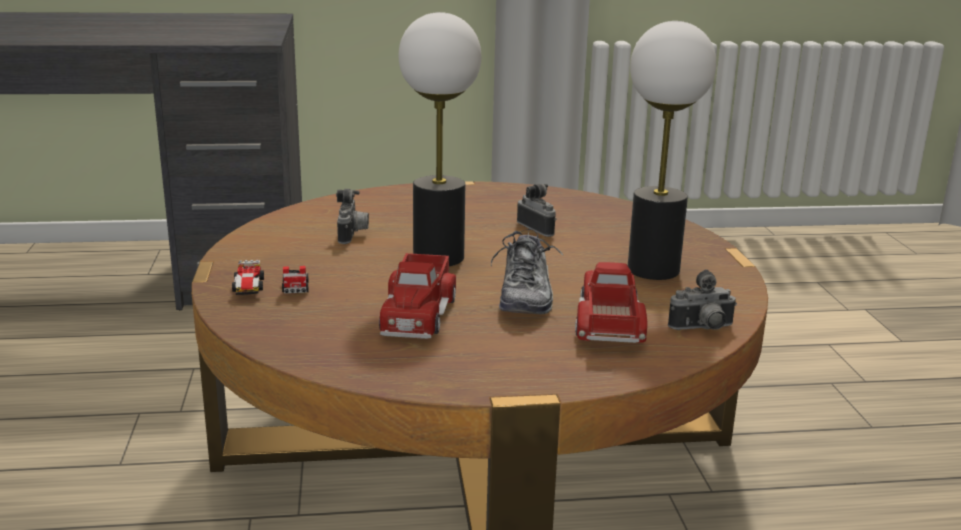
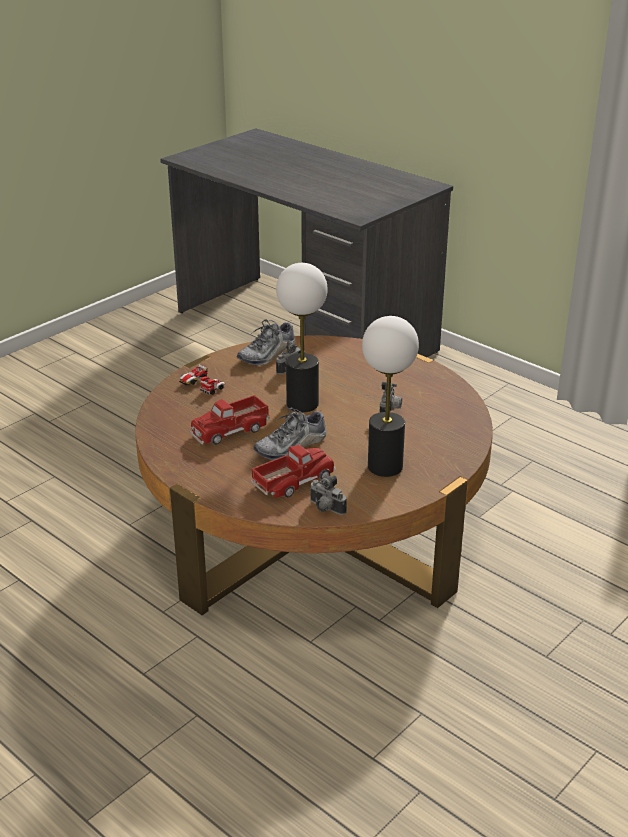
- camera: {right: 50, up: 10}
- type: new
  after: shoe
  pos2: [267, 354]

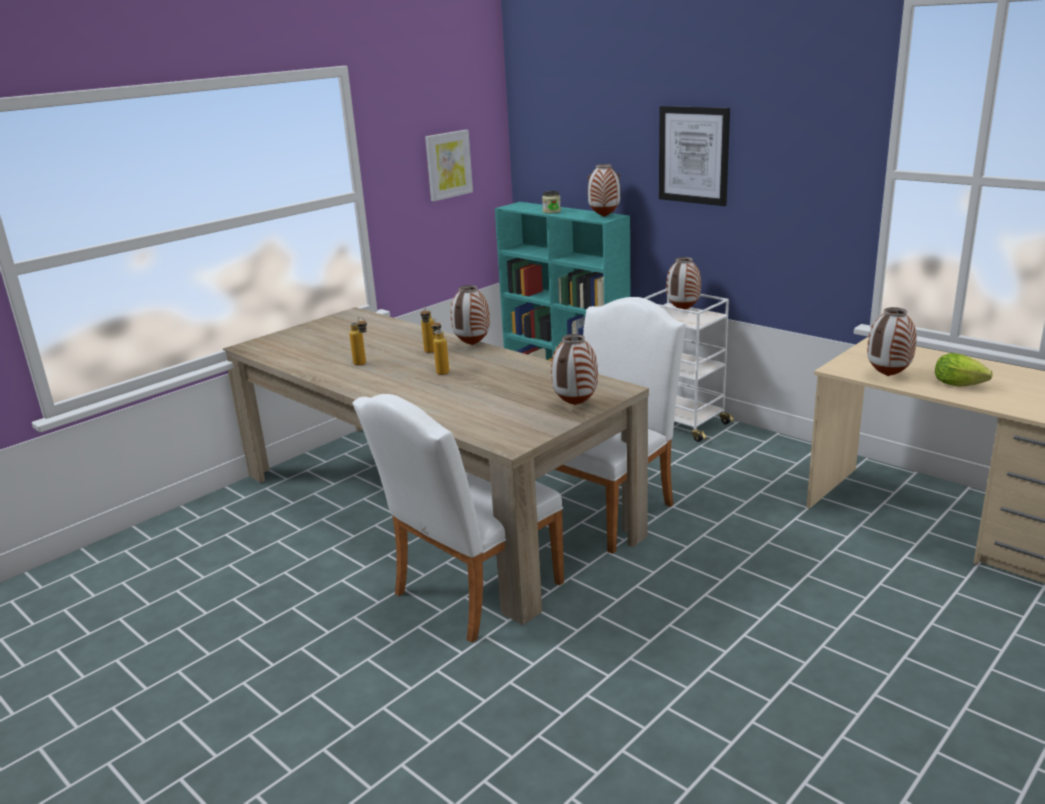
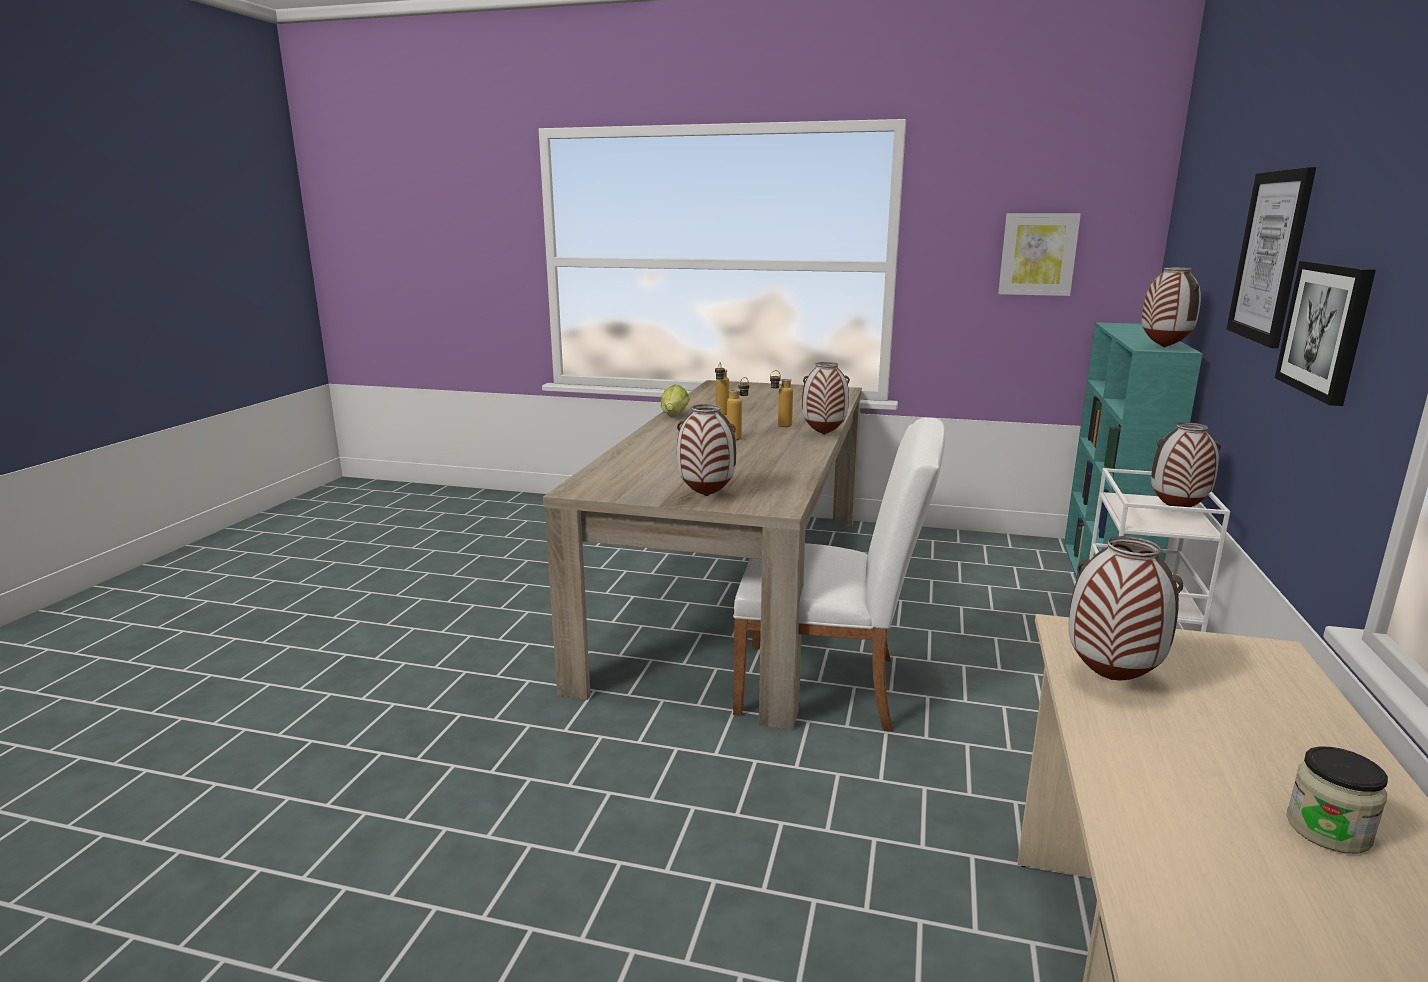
- camera: {right: 60, up: -5}
- type: gone
  before: chair/white
  pos1: [470, 593]
- type: shifted
  before: jar
  pos1: [551, 211]
  pos2: [1328, 829]
- type: shifted
  before: lettuce
  pos1: [961, 385]
  pos2: [673, 416]
- type: new
  after: picture
  pos2: [1326, 329]

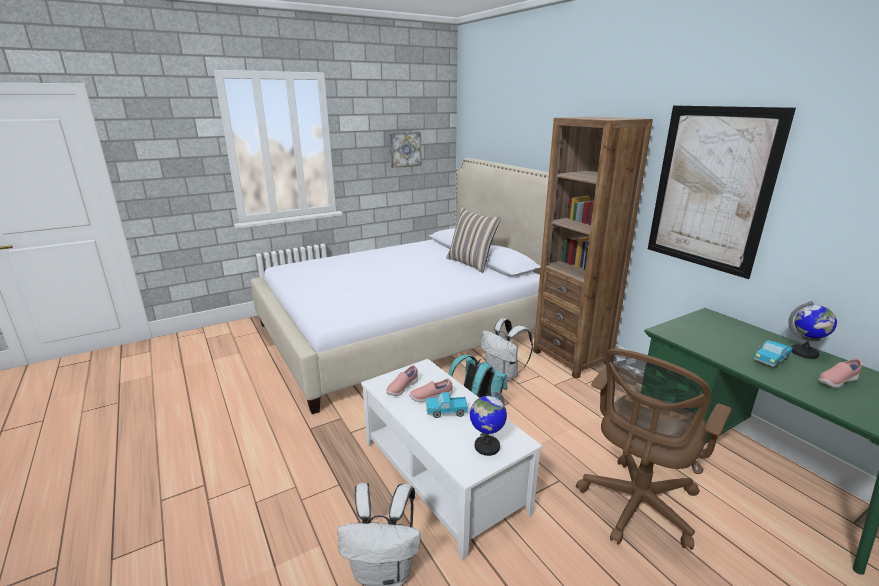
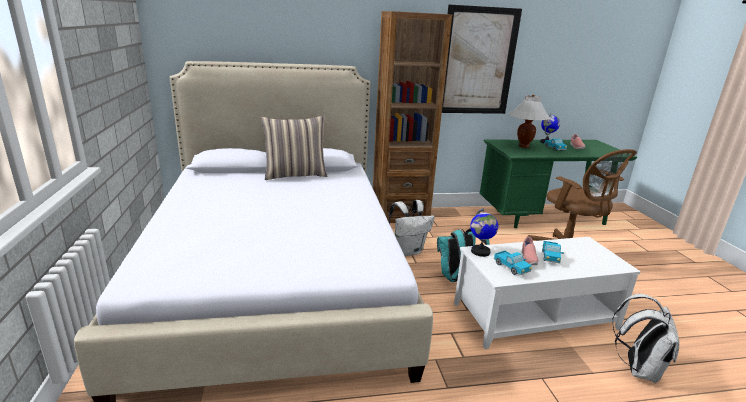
- camera: {right: -70, up: 0}
- type: swapped
  before: shoe/pink
  after: toy truck
  pos1: [402, 388]
  pos2: [511, 268]
- type: gone
  before: picture
  pos1: [405, 149]
- type: shifted
  before: globe
  pos1: [486, 446]
  pos2: [480, 252]
- type: new
  after: table lamp/white
  pos2: [524, 146]

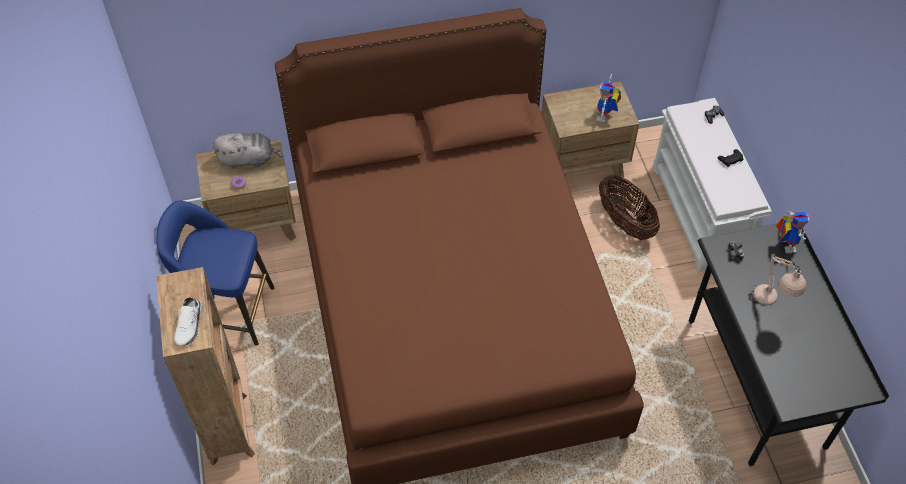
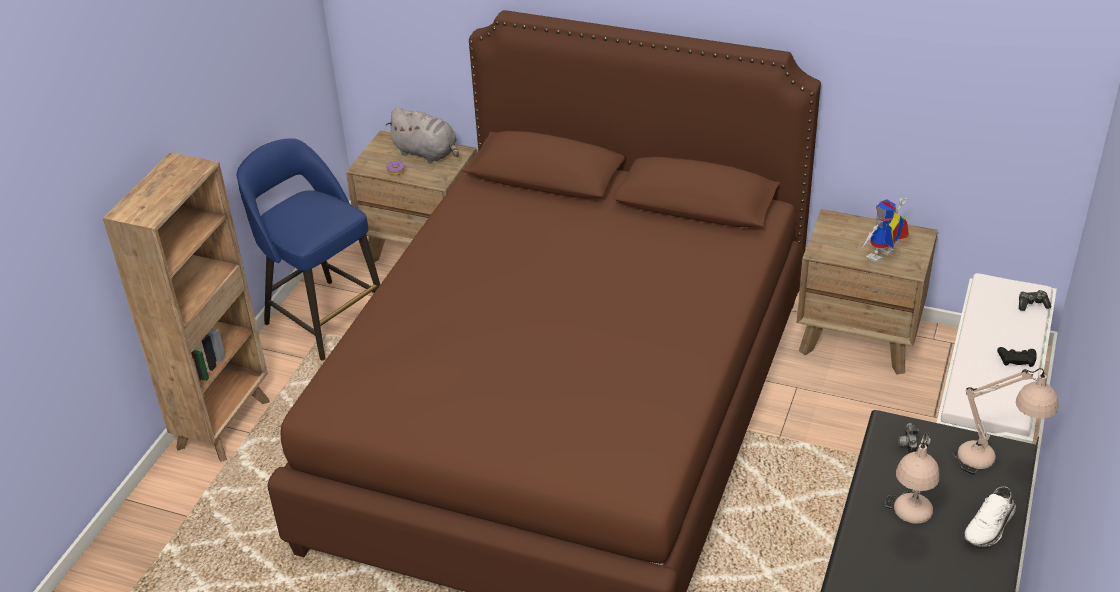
- camera: {right: 35, up: -15}
- type: shifted
  before: shoe/white
  pos1: [190, 325]
  pos2: [990, 526]
- type: gone
  before: basket
  pos1: [625, 222]
- type: swapped
  before: toy robot
  after: table lamp/beige
  pos1: [784, 243]
  pos2: [996, 463]

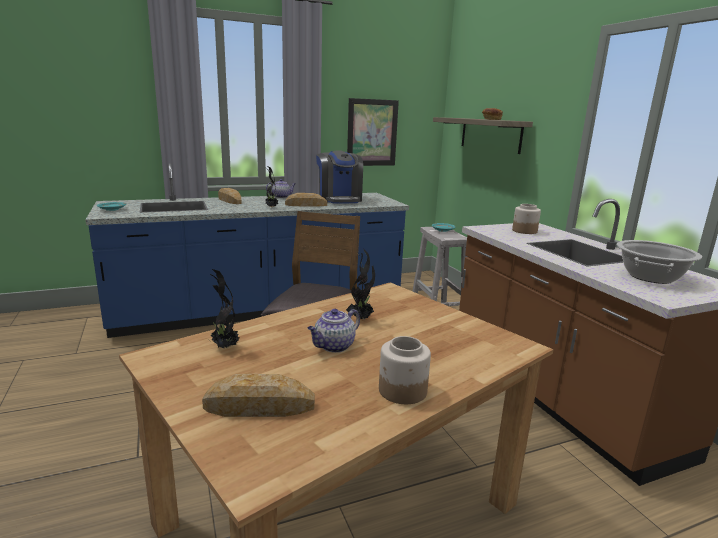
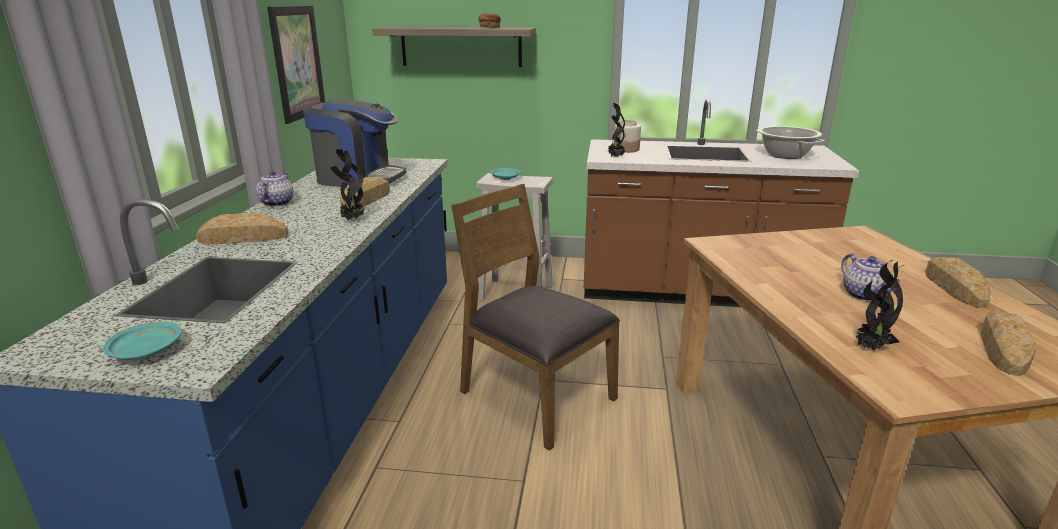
- camera: {right: -60, up: 5}
- type: shifted
  before: potted plant
  pos1: [361, 318]
  pos2: [615, 157]
- type: swapped
  before: jar
  after: bread
  pos1: [402, 391]
  pos2: [954, 288]

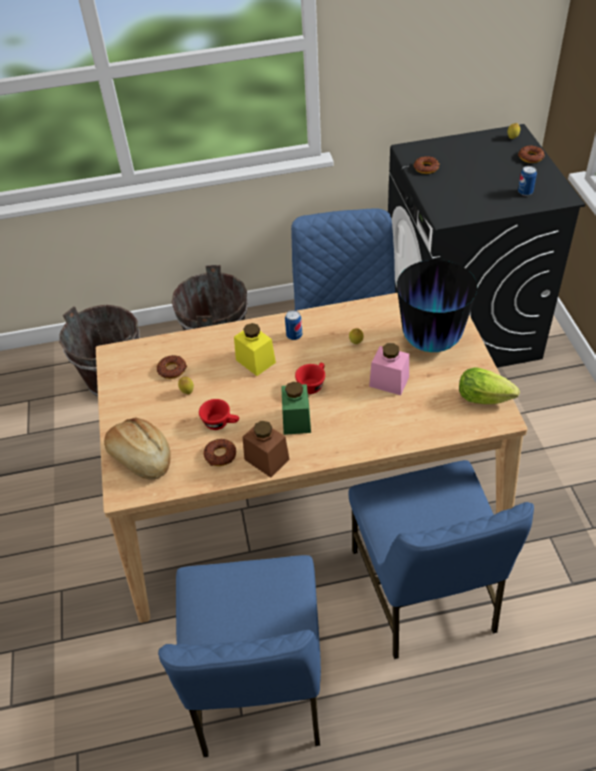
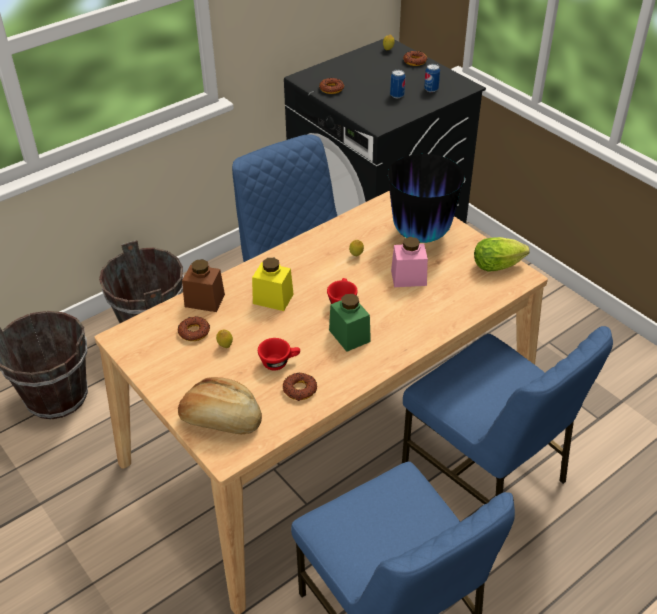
- camera: {right: -30, up: -5}
- type: shifted
  before: jar/brown
  pos1: [266, 459]
  pos2: [204, 300]
- type: shifted
  before: can
  pos1: [294, 336]
  pos2: [397, 95]

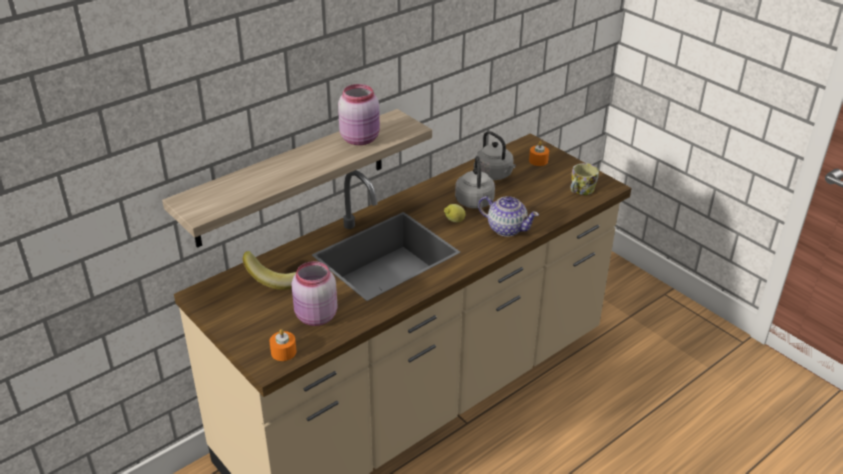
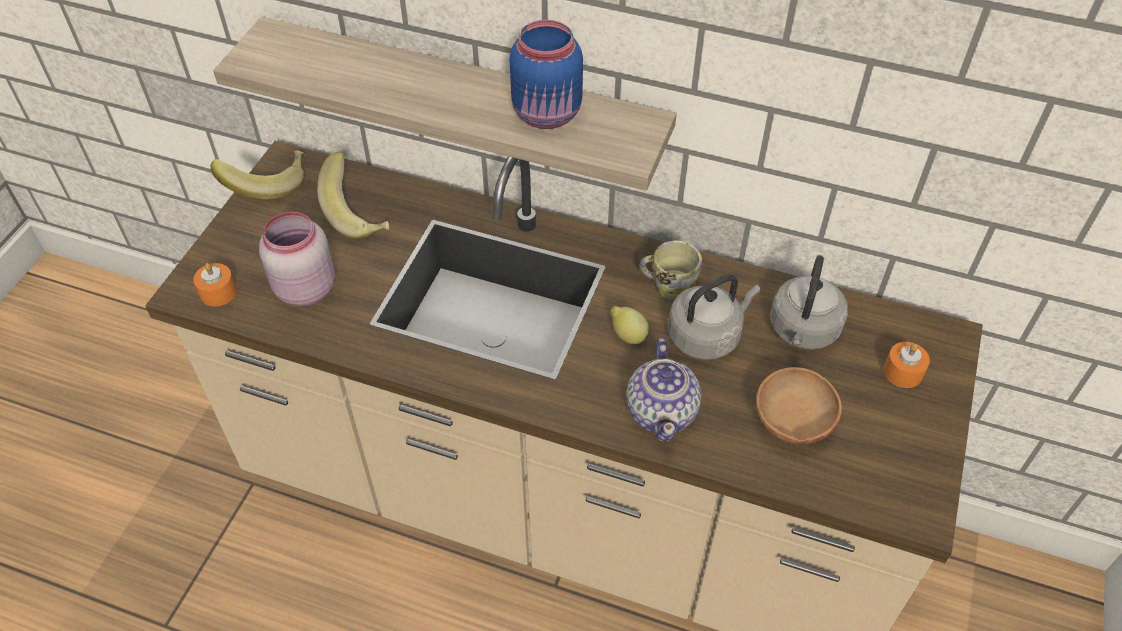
- camera: {right: 60, up: 15}
- type: repainted
  before: jar/pink
  after: jar/blue
  pos1: [361, 139]
  pos2: [548, 114]
- type: shifted
  before: mug
  pos1: [580, 190]
  pos2: [667, 284]
- type: new
  after: banana
  pos2: [267, 184]
- type: new
  after: bowl/brown
  pos2: [791, 422]

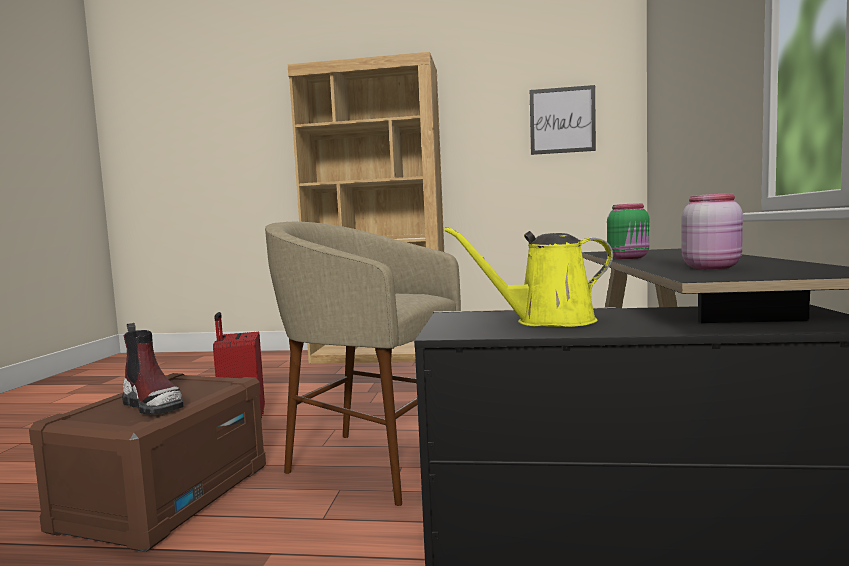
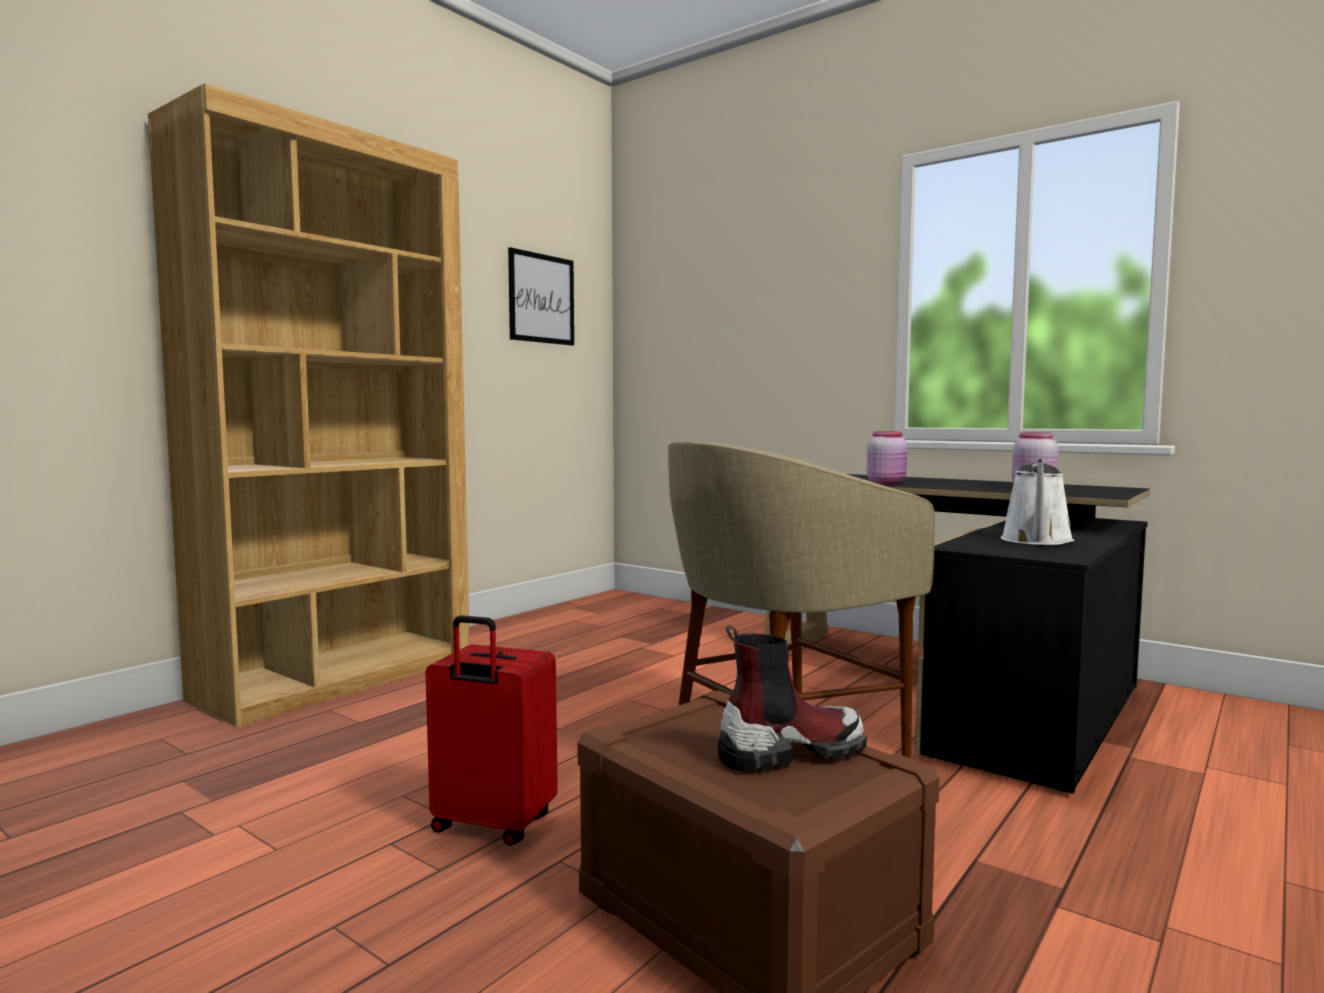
- camera: {right: -60, up: 0}
- type: repainted
  before: watering can/yellow
  after: watering can/white
  pos1: [547, 322]
  pos2: [1036, 541]
- type: repainted
  before: jar/green
  after: jar/pink
  pos1: [629, 258]
  pos2: [887, 483]

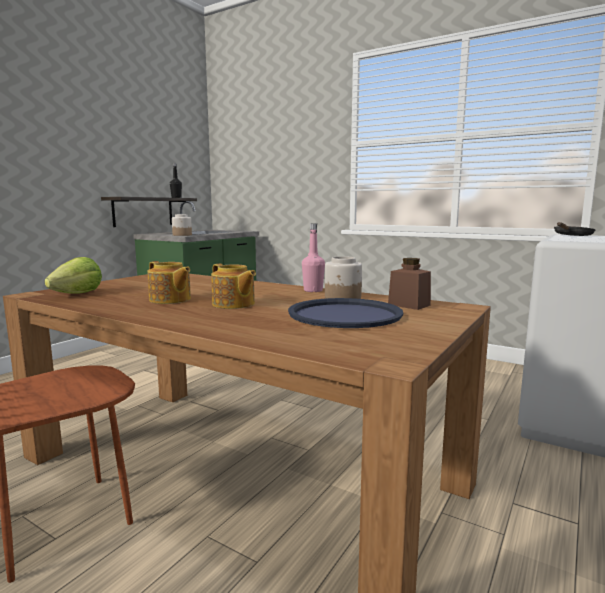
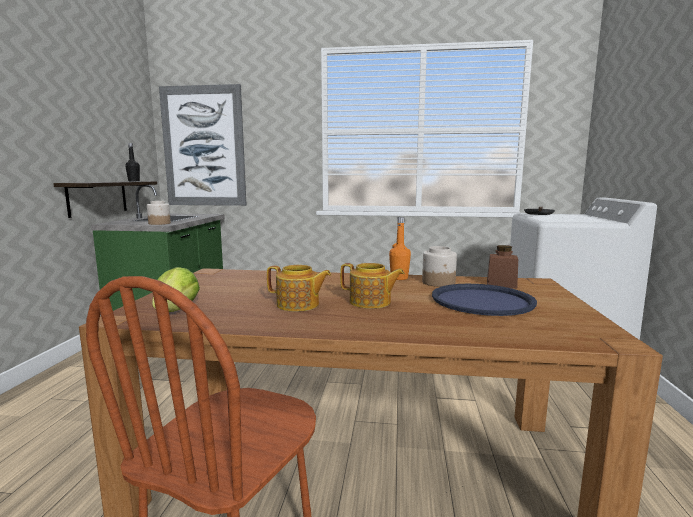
- camera: {right: -25, up: 0}
- type: repainted
  before: bottle/pink
  after: bottle/orange
  pos1: [313, 290]
  pos2: [399, 278]
- type: new
  after: picture
  pos2: [203, 147]

